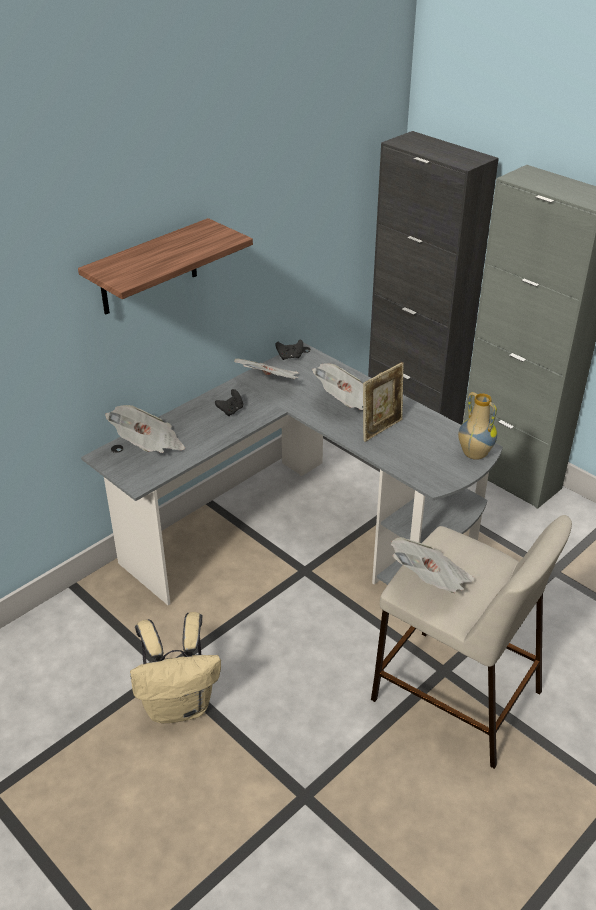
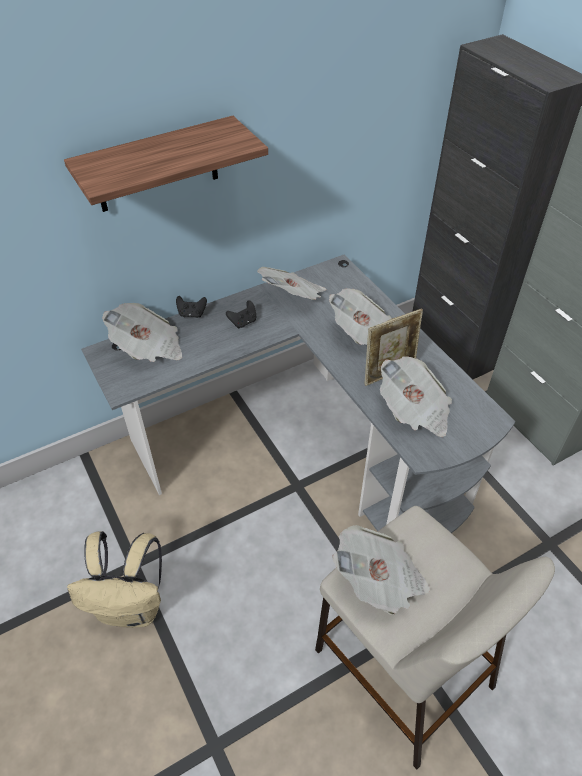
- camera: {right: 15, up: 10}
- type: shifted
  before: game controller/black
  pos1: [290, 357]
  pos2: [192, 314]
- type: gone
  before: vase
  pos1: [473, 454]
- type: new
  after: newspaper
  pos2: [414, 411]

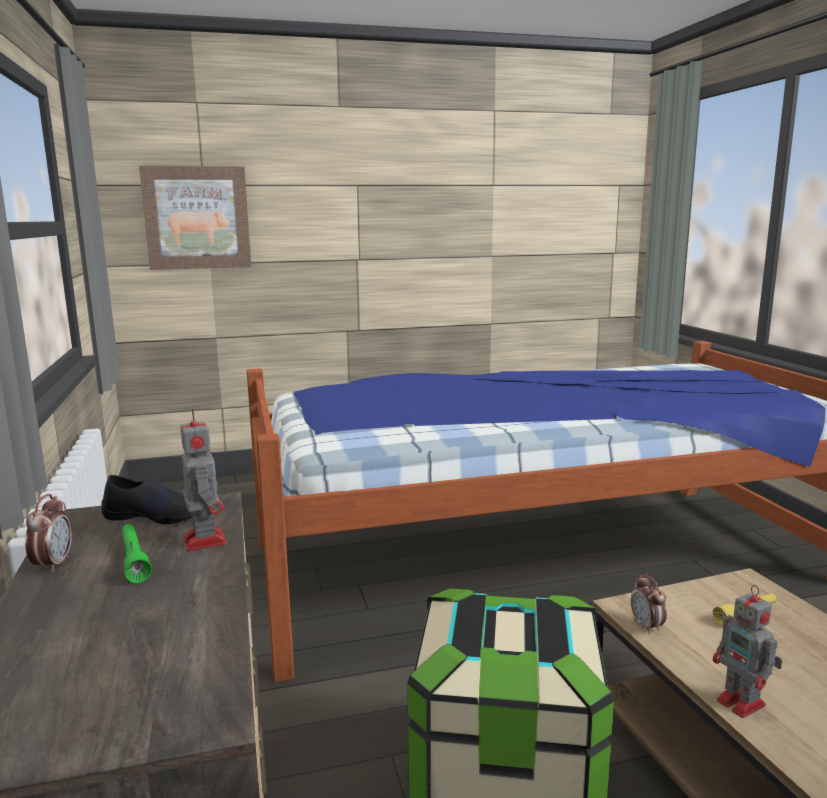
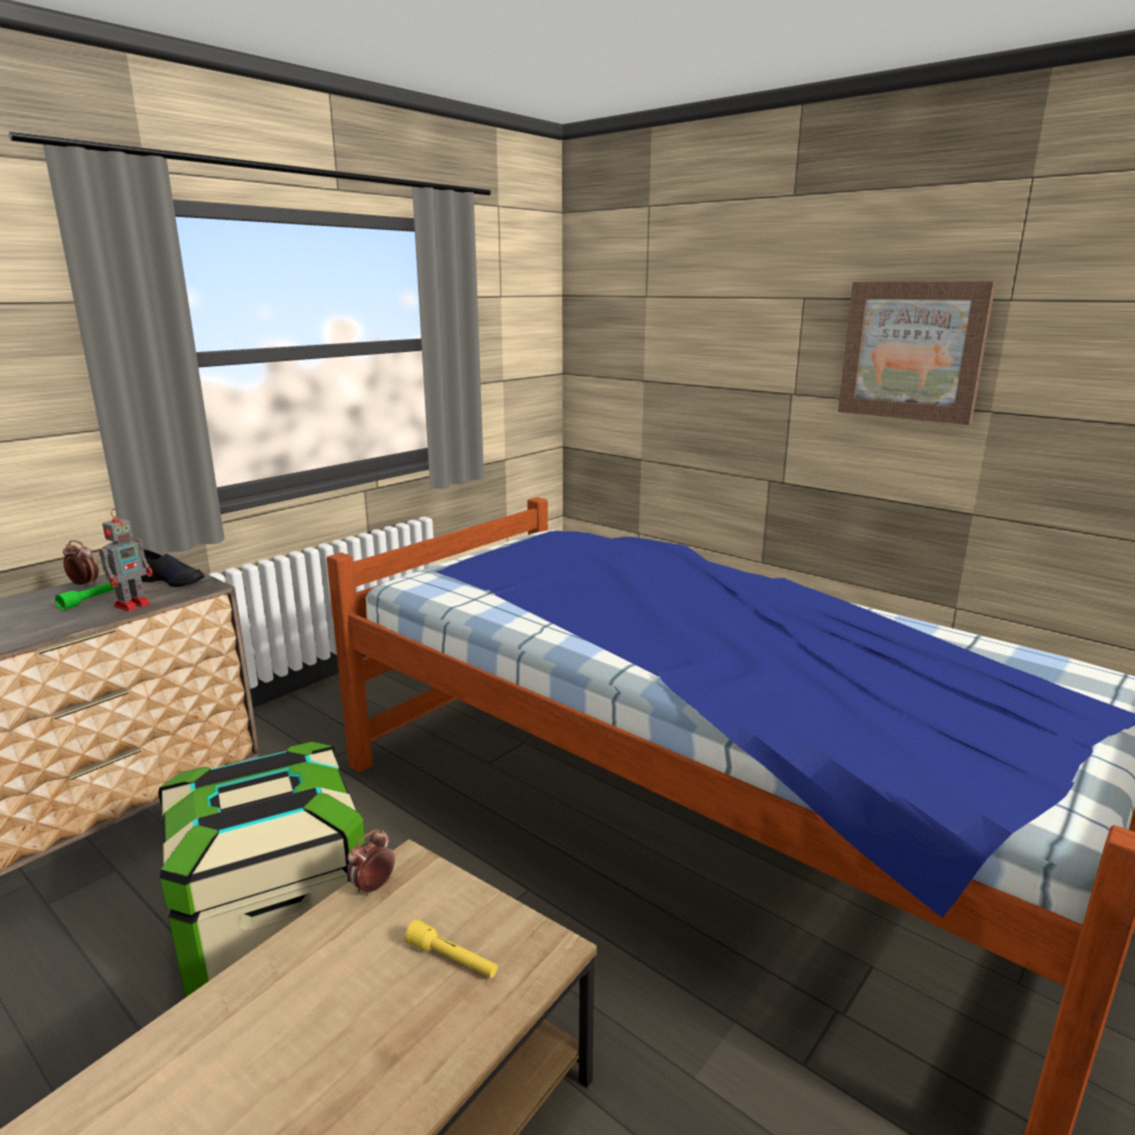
- camera: {right: 55, up: 5}
- type: rotated
  before: alarm clock
  pos1: [53, 565]
  pos2: [84, 585]
  turn: -120
- type: rotated
  before: shoe/black
  pos1: [155, 515]
  pos2: [172, 581]
  turn: -45
- type: shifted
  before: picture
  pos1: [197, 218]
  pos2: [912, 351]
- type: gone
  before: toy robot
  pos1: [743, 704]

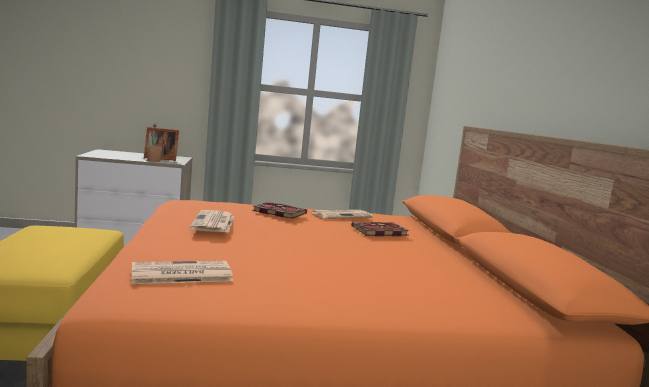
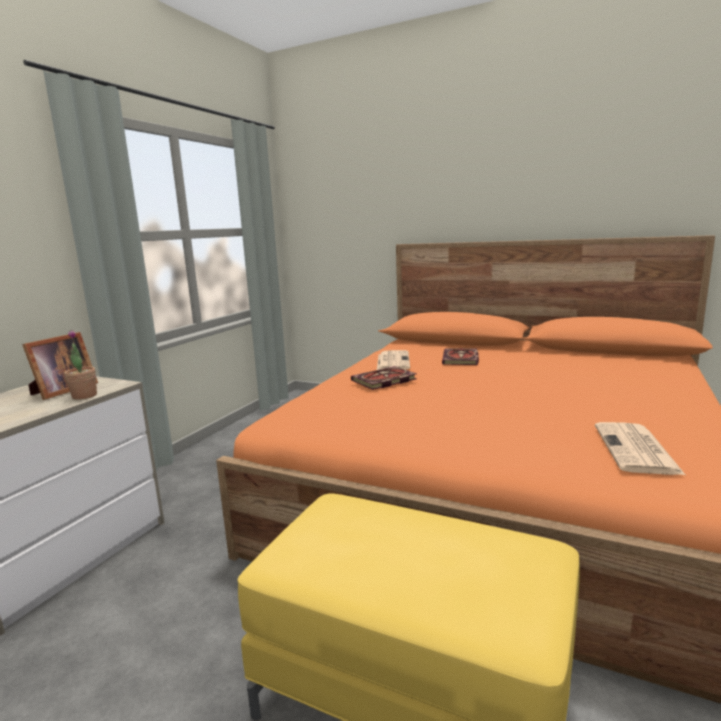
- camera: {right: -55, up: 5}
- type: gone
  before: newspaper
  pos1: [214, 223]

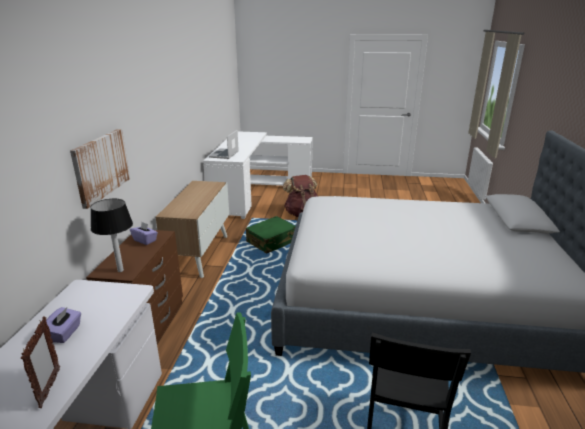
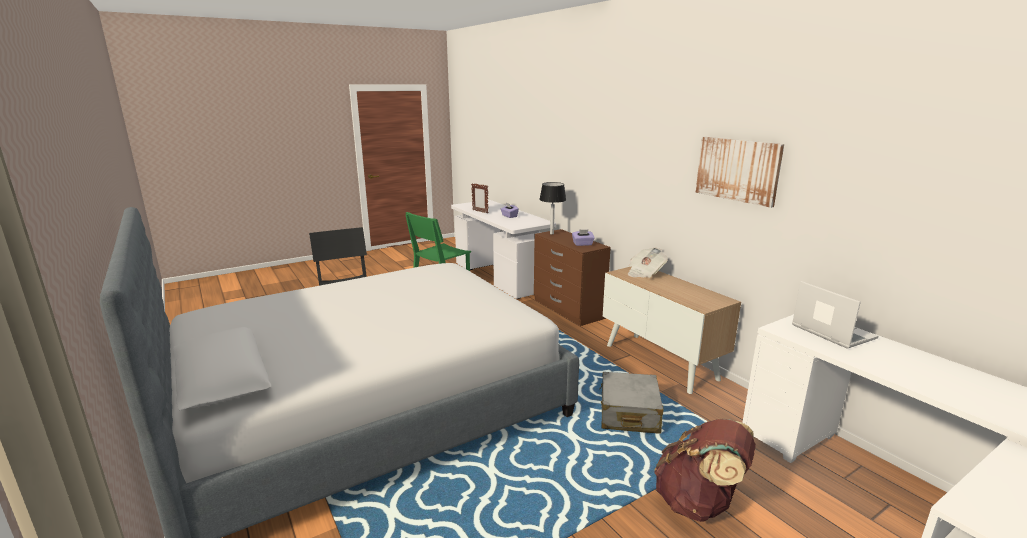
- camera: {right: 140, up: -5}
- type: shifted
  before: picture
  pos1: [101, 166]
  pos2: [737, 170]
- type: repainted
  before: suitcase/green
  after: suitcase/grey
  pos1: [272, 241]
  pos2: [629, 413]
- type: new
  after: newspaper
  pos2: [644, 273]

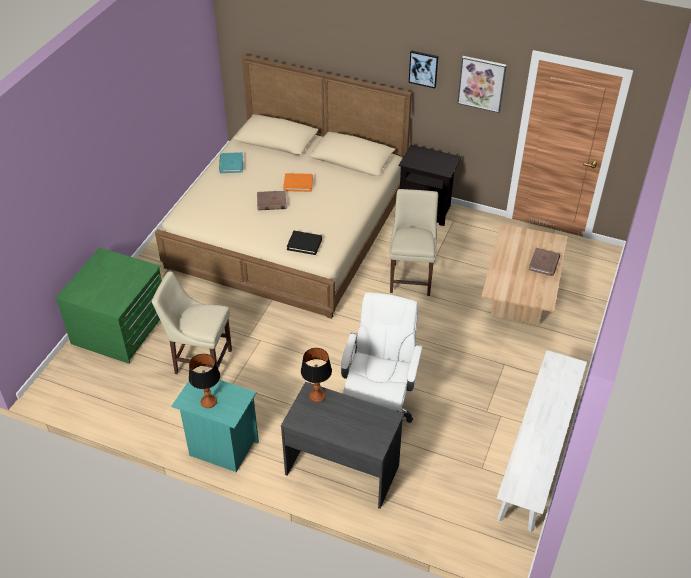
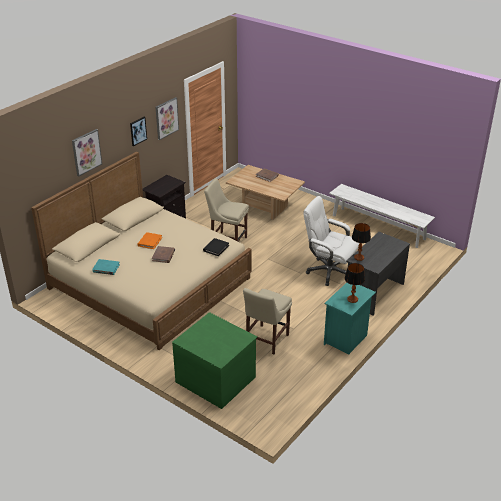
- camera: {right: -75, up: -10}
- type: new
  after: picture
  pos2: [86, 152]

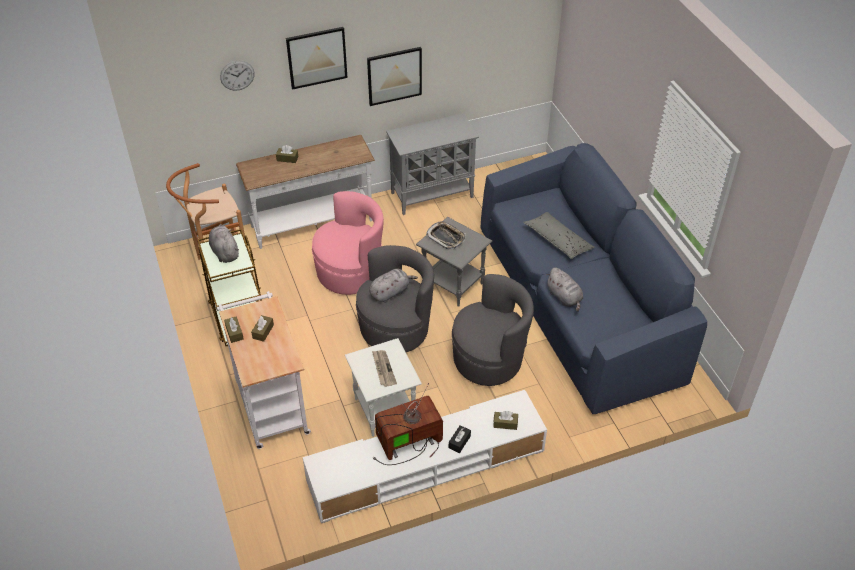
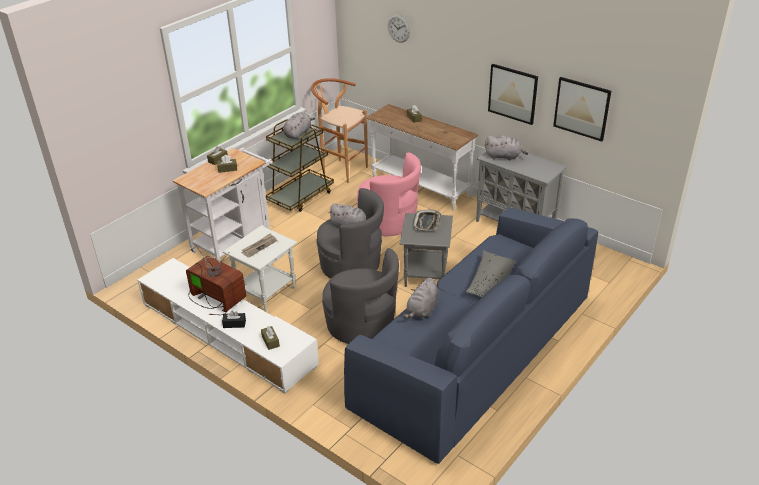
- camera: {right: 60, up: -10}
- type: shifted
  before: picture
  pos1: [317, 57]
  pos2: [582, 108]
- type: new
  after: plush toy/grey
  pos2: [504, 156]

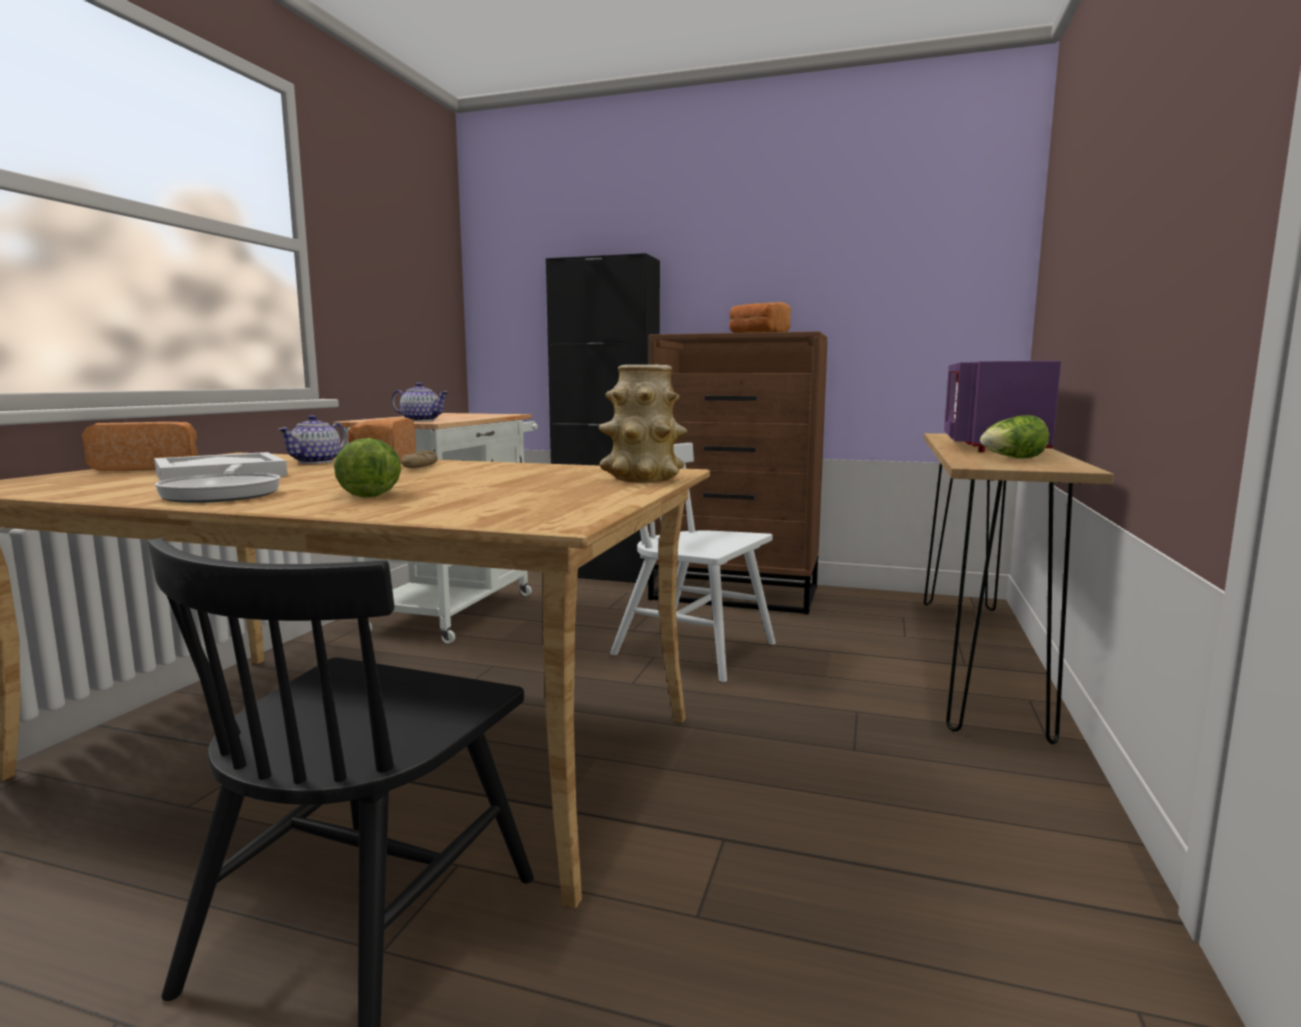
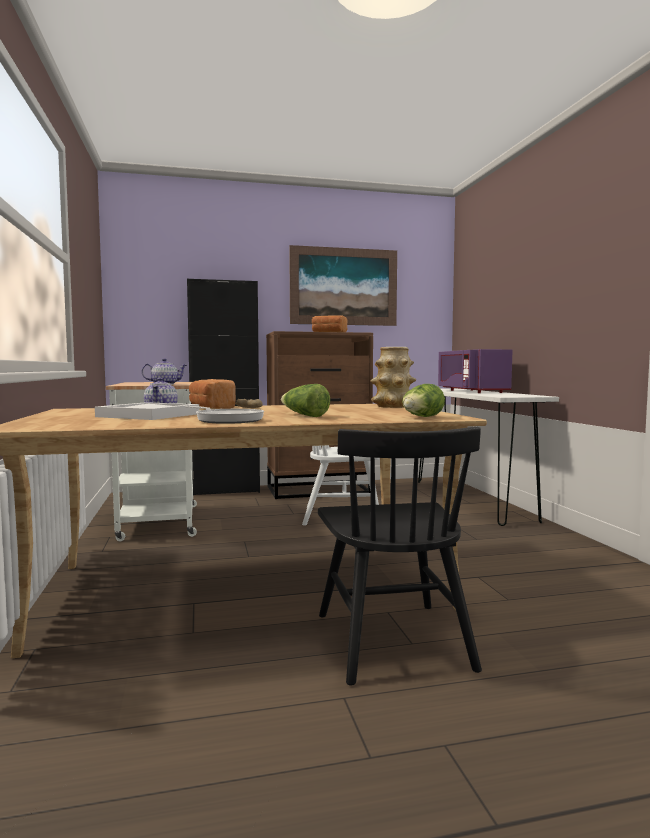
- camera: {right: -30, up: -5}
- type: gone
  before: bread
  pos1: [149, 468]
- type: repainted
  before: console table/brown
  after: console table/white
  pos1: [976, 658]
  pos2: [471, 500]
- type: shifted
  before: lettuce
  pos1: [1011, 459]
  pos2: [421, 417]
- type: new
  after: picture
  pos2: [344, 286]

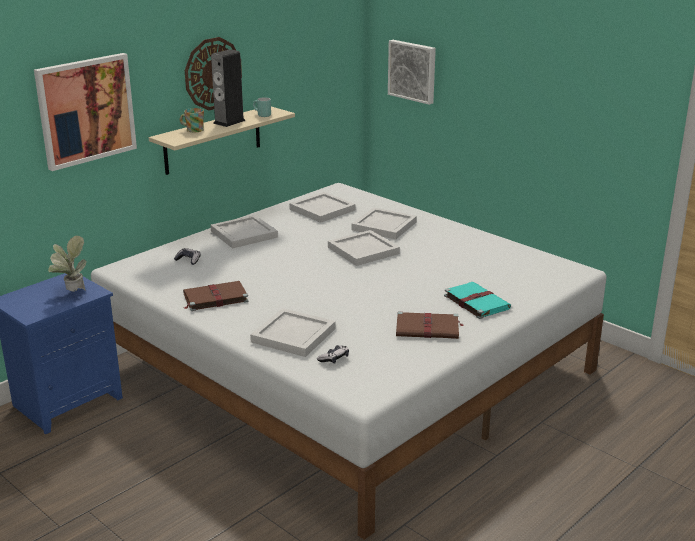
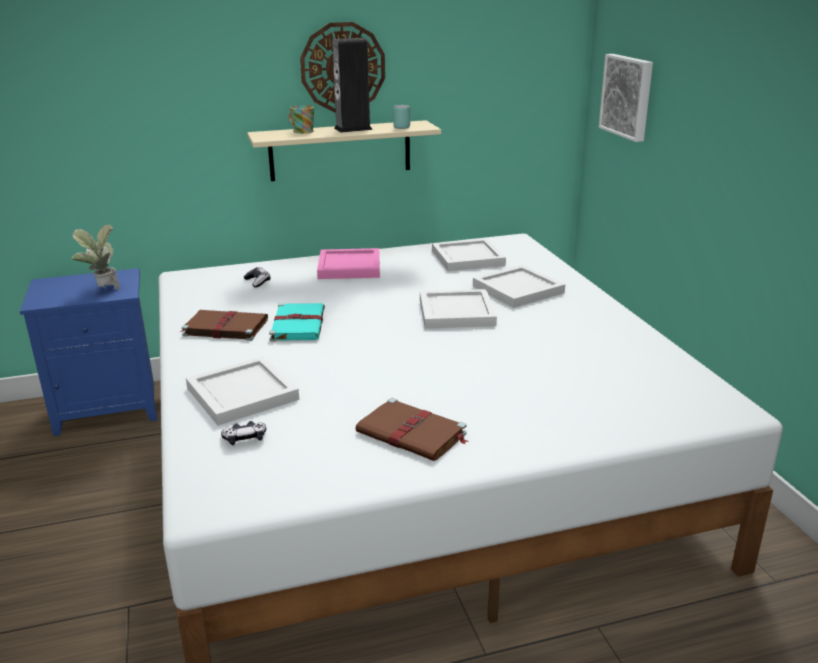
- camera: {right: 30, up: 0}
- type: gone
  before: picture
  pos1: [86, 110]
- type: repainted
  before: tray/white
  after: tray/pink
  pos1: [244, 233]
  pos2: [350, 266]
- type: shifted
  before: book/turquoise
  pos1: [475, 302]
  pos2: [298, 324]

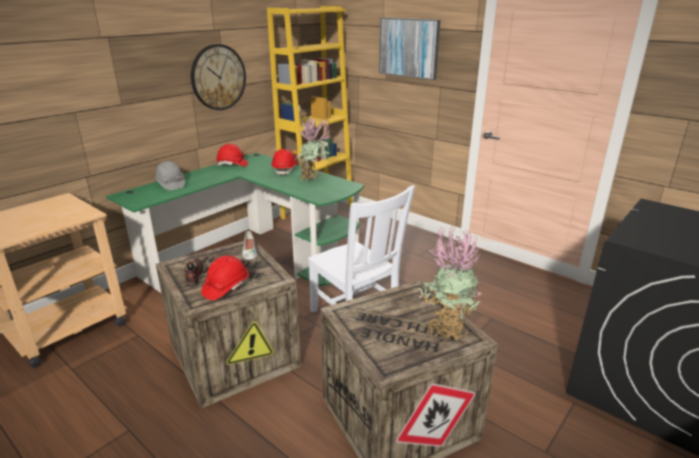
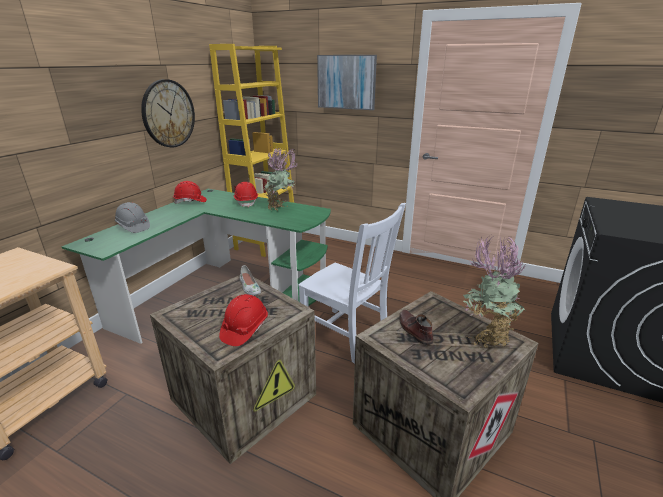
- camera: {right: -15, up: 0}
- type: shifted
  before: shoe/brown
  pos1: [194, 275]
  pos2: [414, 330]

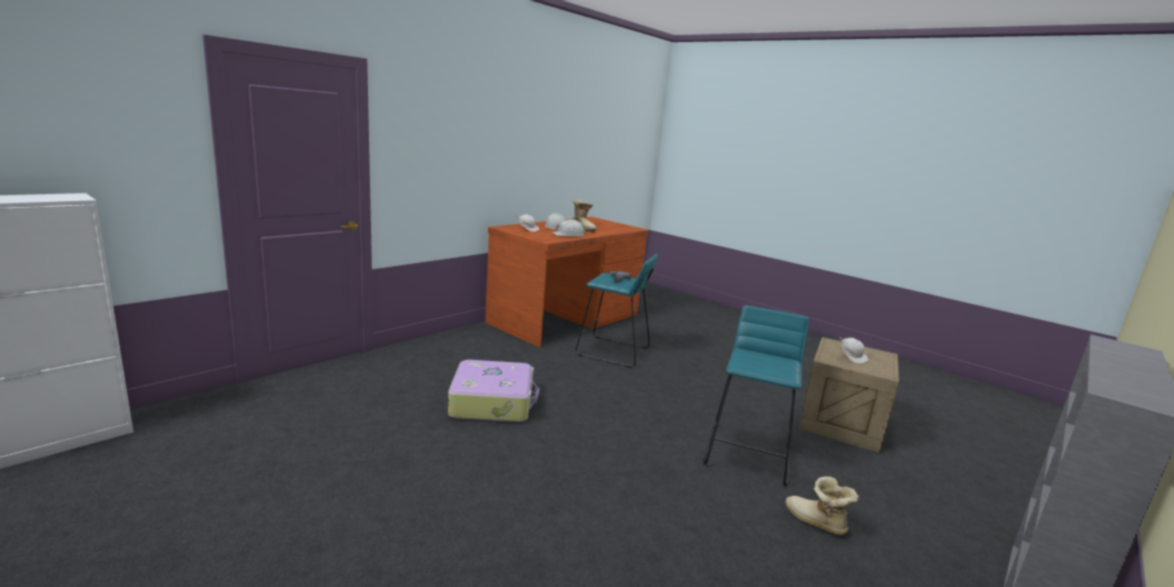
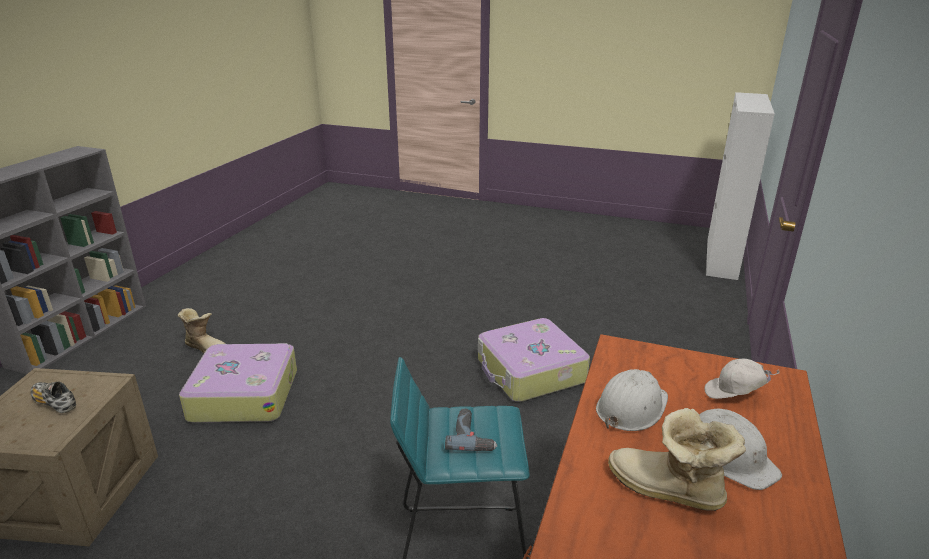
- camera: {right: 160, up: 10}
- type: swapped
  before: stool/turquoise
  after: suitcase
  pos1: [748, 454]
  pos2: [244, 394]
- type: swapped
  before: cap/white
  after: shoe
  pos1: [852, 357]
  pos2: [55, 403]

